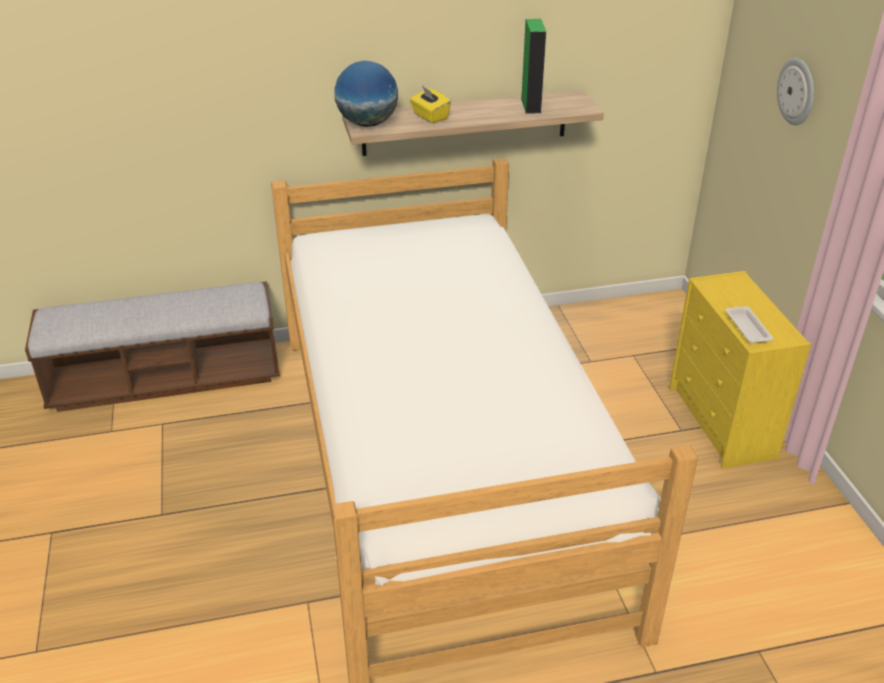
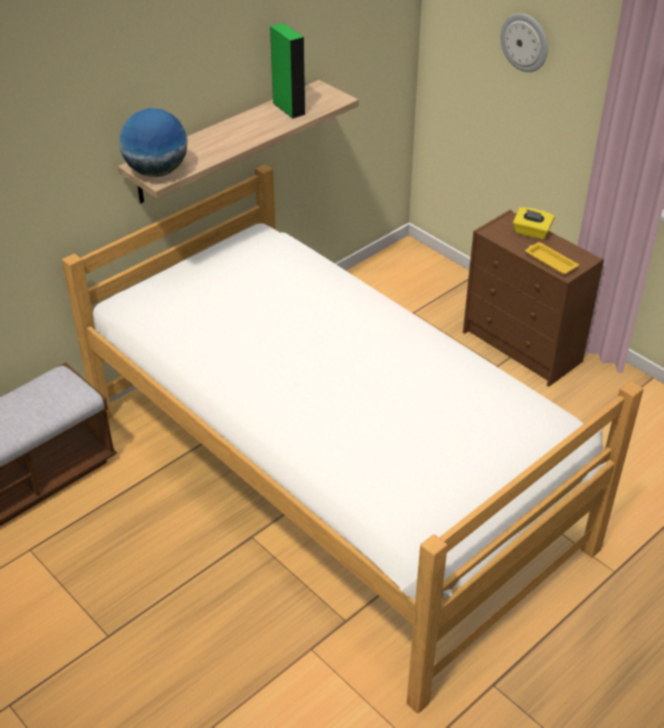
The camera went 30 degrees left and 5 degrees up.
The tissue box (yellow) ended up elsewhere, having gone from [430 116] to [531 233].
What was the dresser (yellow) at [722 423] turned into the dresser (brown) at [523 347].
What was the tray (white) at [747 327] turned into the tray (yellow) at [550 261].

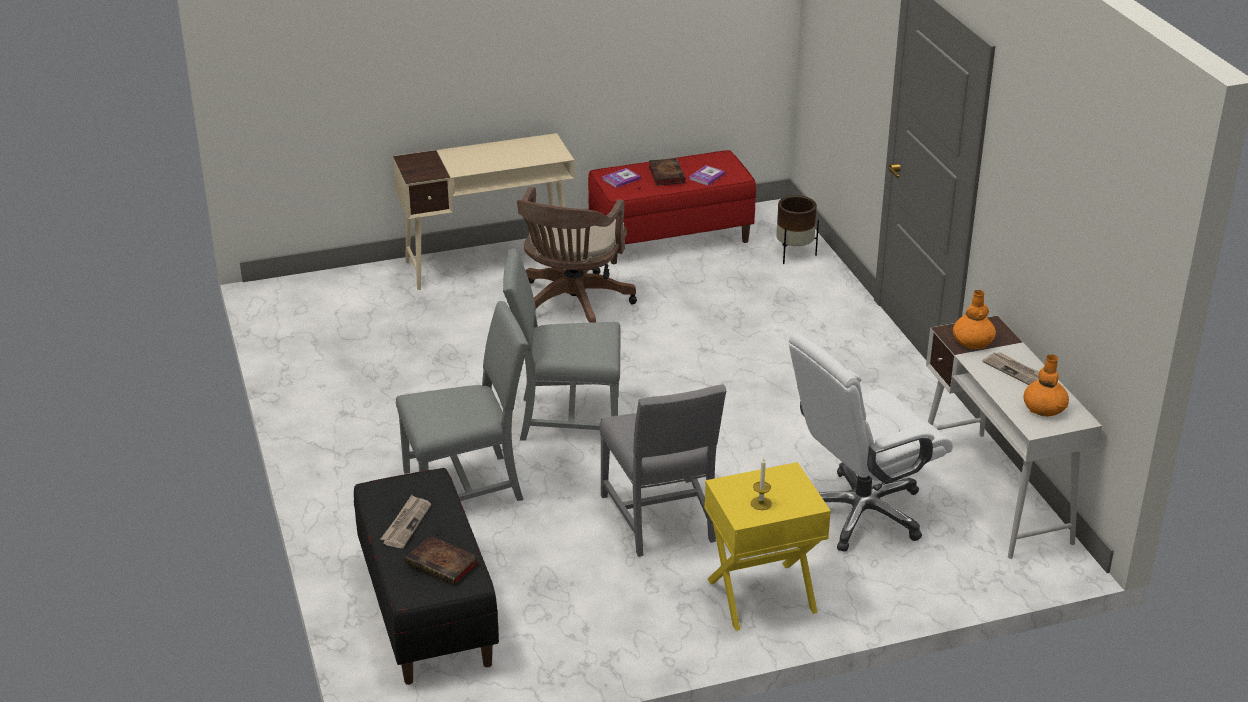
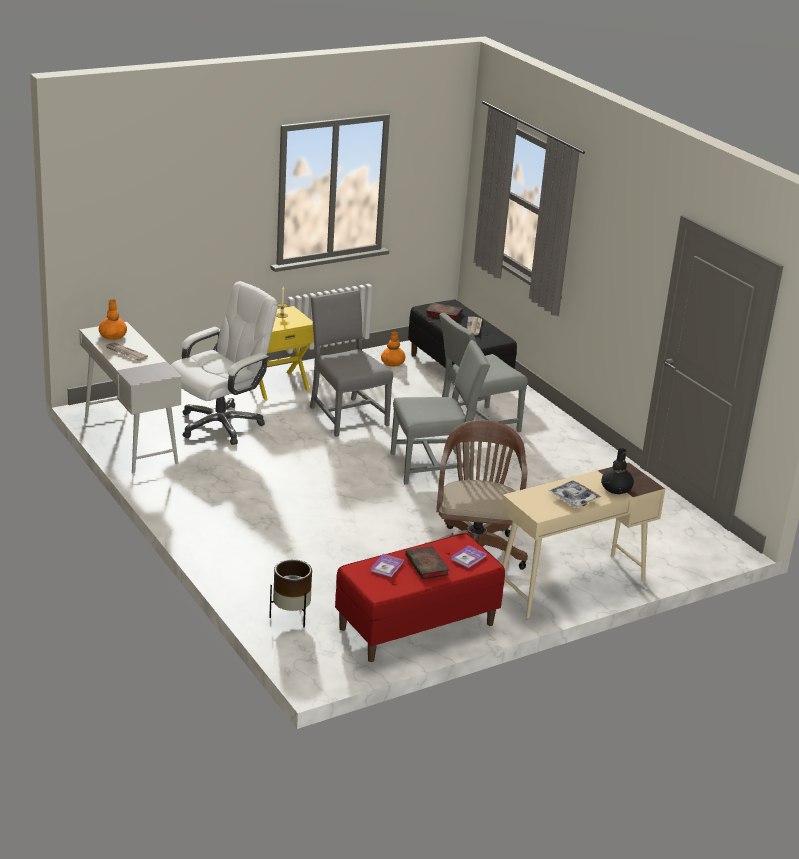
The camera went 165 degrees right and 5 degrees down.
The second view gained the tray at [573 498].
The second view gained the vase (black) at [616 488].
The vase (orange) ended up elsewhere, having gone from [972 341] to [392 363].

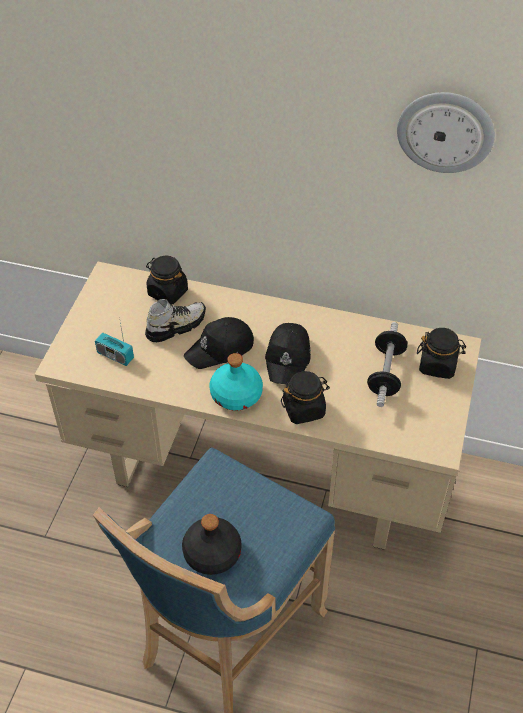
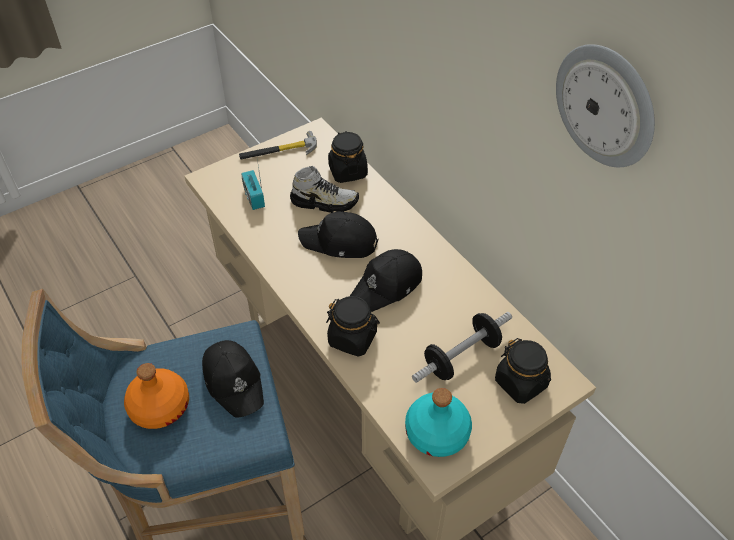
The camera went 40 degrees right and 0 degrees up.
The second view gained the cap (black) at [234 381].
The second view gained the hammer at [278 151].
The bottle (turquoise) ended up elsewhere, having gone from [236 395] to [436 433].
What was the bottle (black) at [211 553] turned into the bottle (orange) at [159 406].

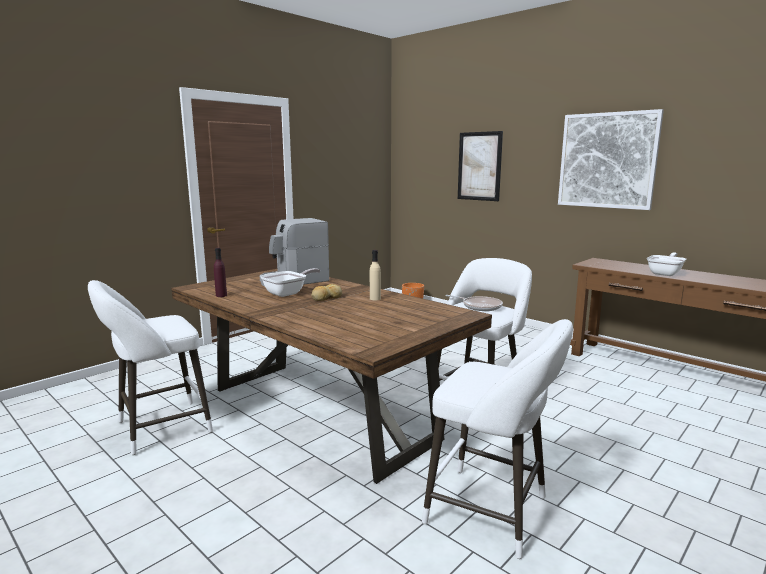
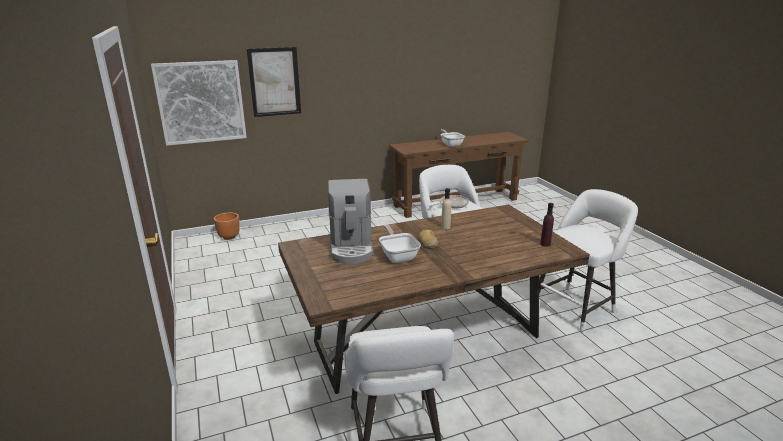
The camera went 65 degrees left and 10 degrees up.
The bottle (purple) ended up elsewhere, having gone from [221 295] to [545 244].
The picture ended up elsewhere, having gone from [607 160] to [201 102].

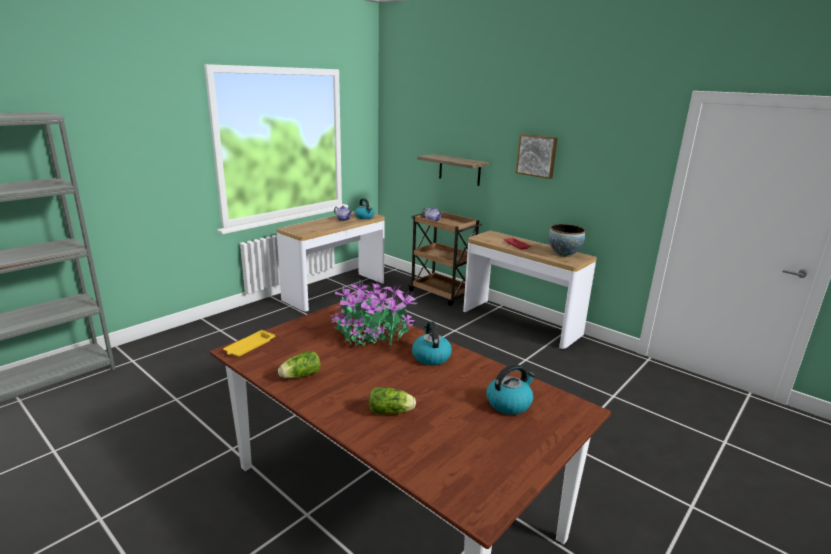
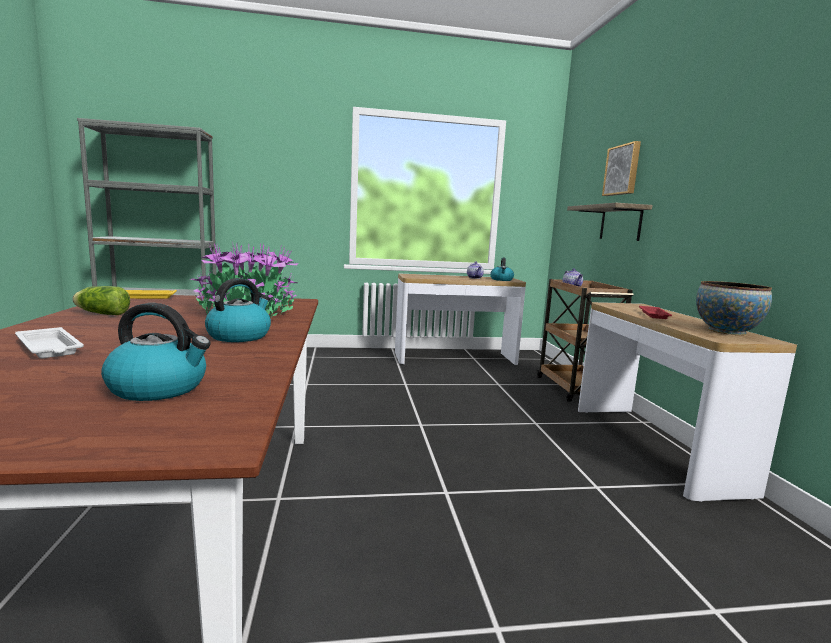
The camera went 40 degrees right and 10 degrees down.
The picture ended up elsewhere, having gone from [537 155] to [622 170].
Where the lettuce stood at [392 411], the tray (white) came to stand at [49 348].

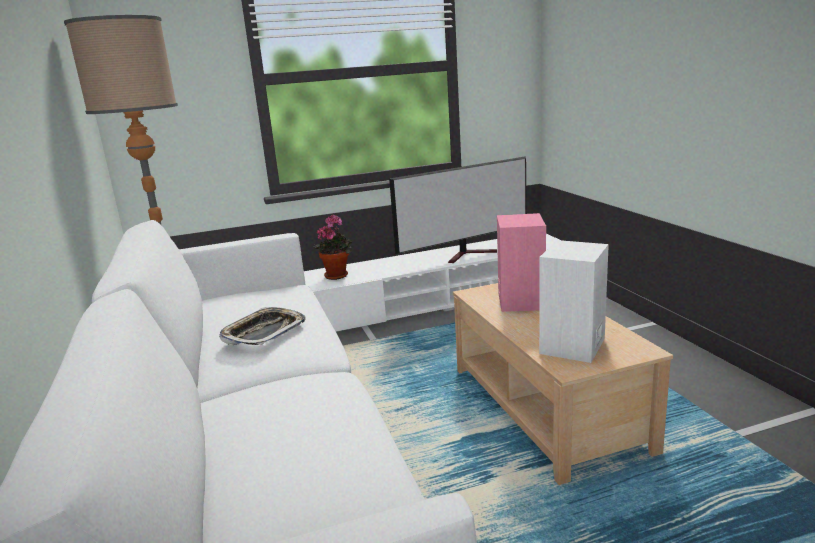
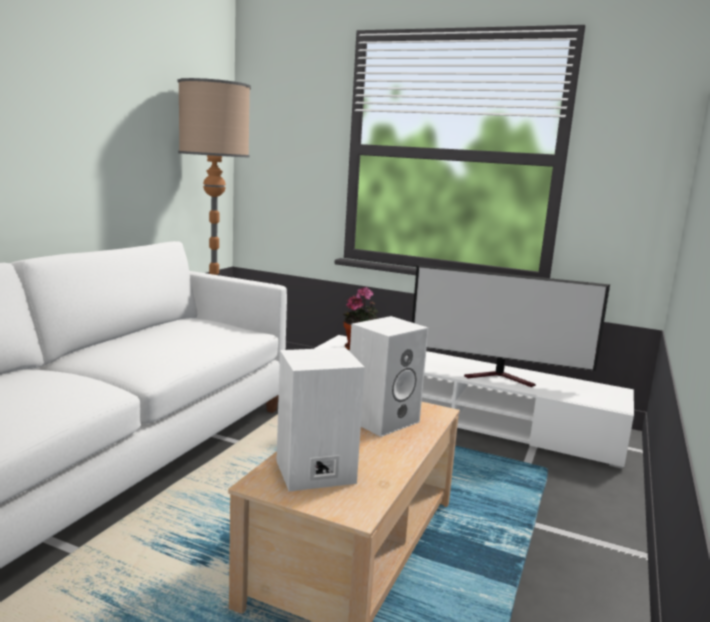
The camera went 40 degrees right and 5 degrees down.
The second view lost the tray at [264 332].
What was the speaker (pink) at [519 301] turned into the speaker (white) at [382 419].

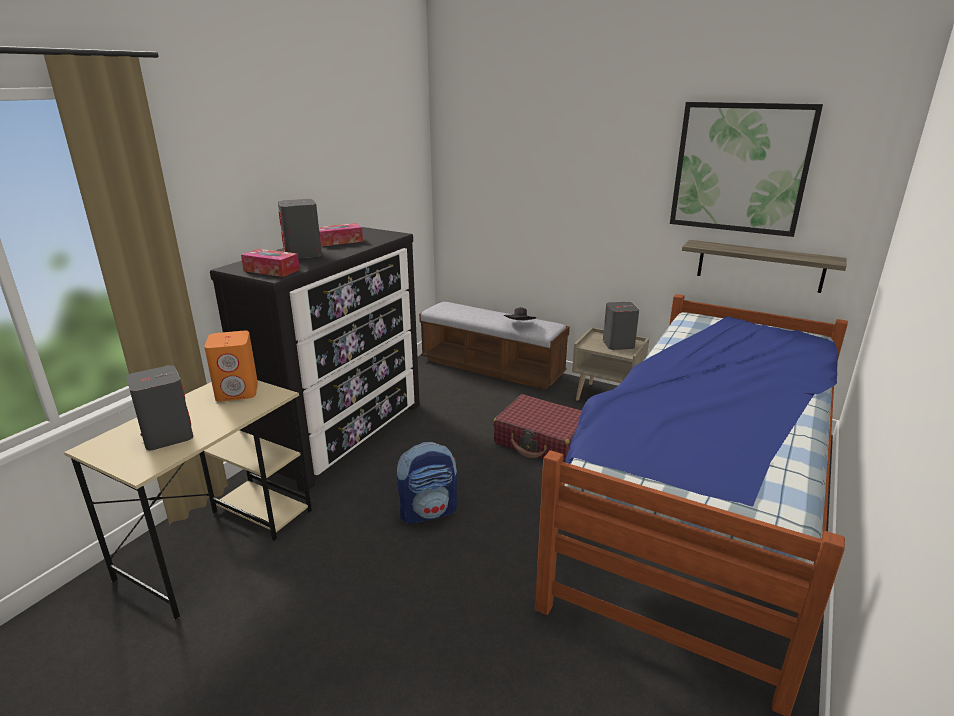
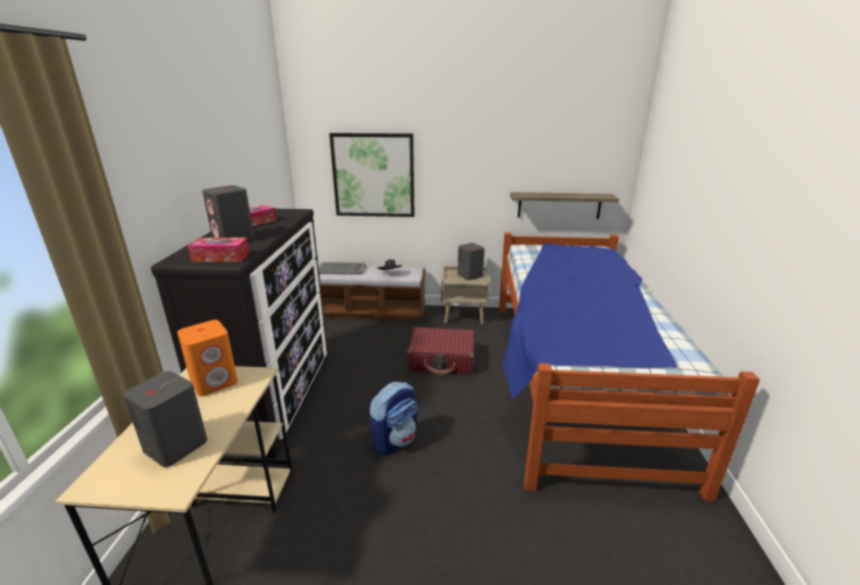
The camera went 25 degrees left and 0 degrees up.
The second view gained the tray (grey) at [341 269].
The picture ended up elsewhere, having gone from [740 168] to [373 175].

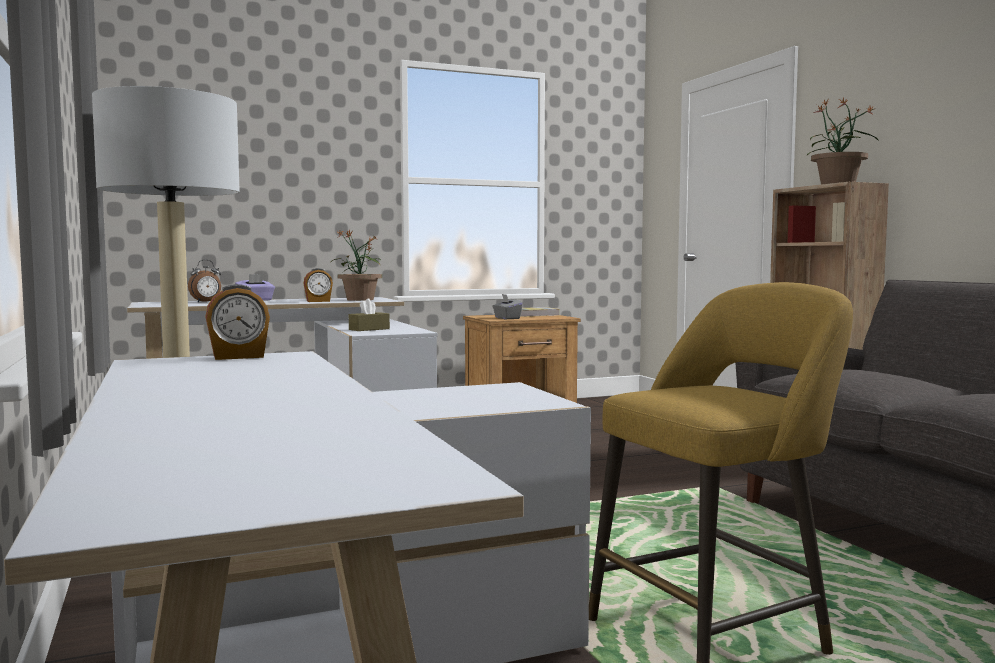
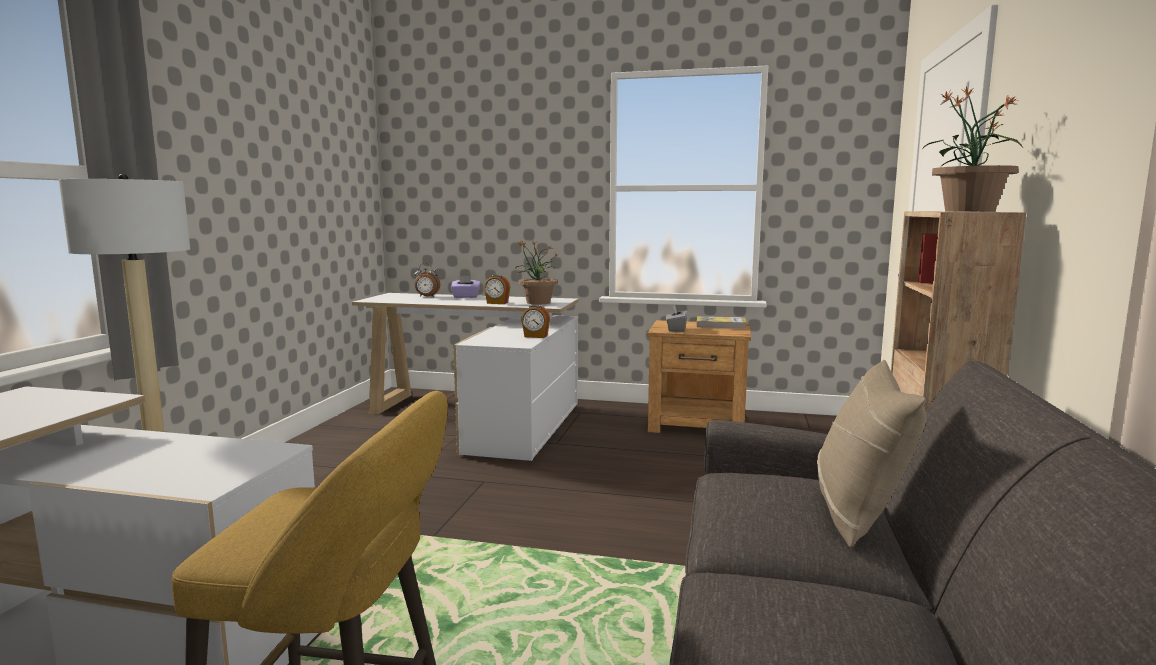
The camera went 35 degrees right and 5 degrees up.
The second view lost the tissue box (brown) at [369 329].
The second view gained the pillow (beige) at [858 512].
The alarm clock ended up elsewhere, having gone from [238 357] to [535 336].

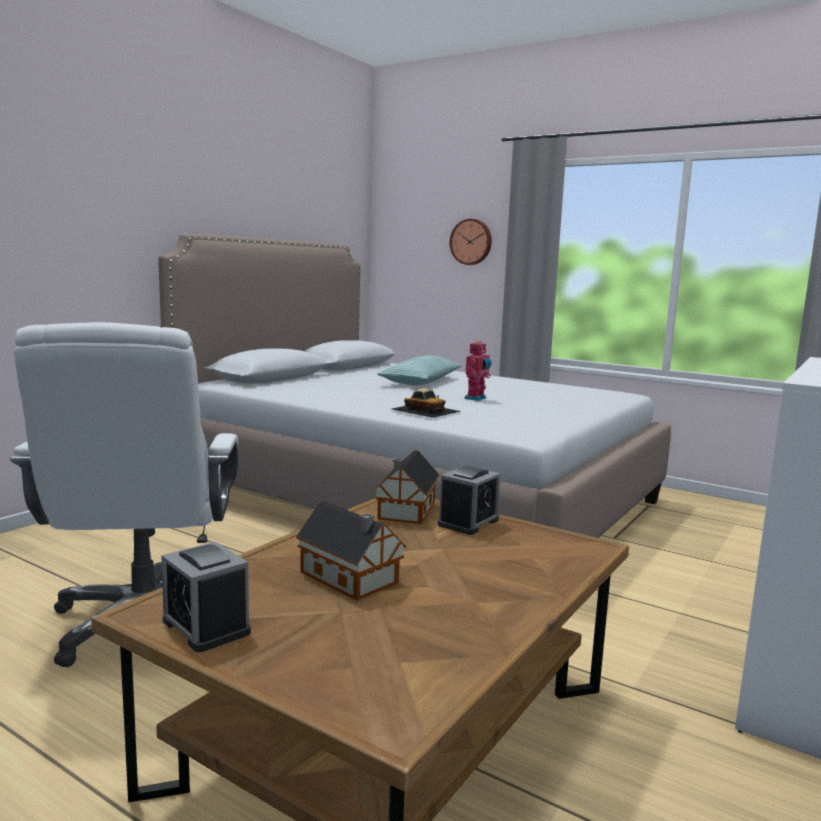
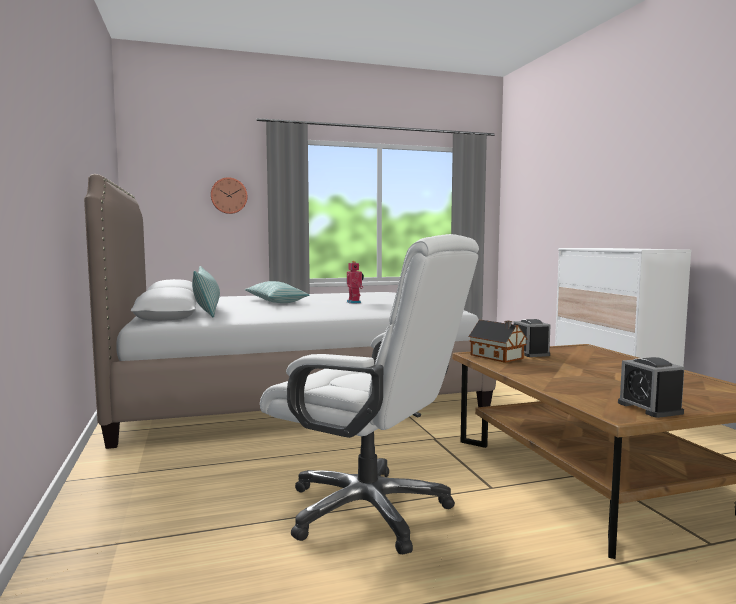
The camera went 50 degrees left and 5 degrees down.
The second view lost the toy house at [351 579].
The second view lost the toy car at [425 410].
The second view gained the pillow at [207 311].
The alarm clock at [206 627] ended up facing another way, 75 degrees clockwise from before.

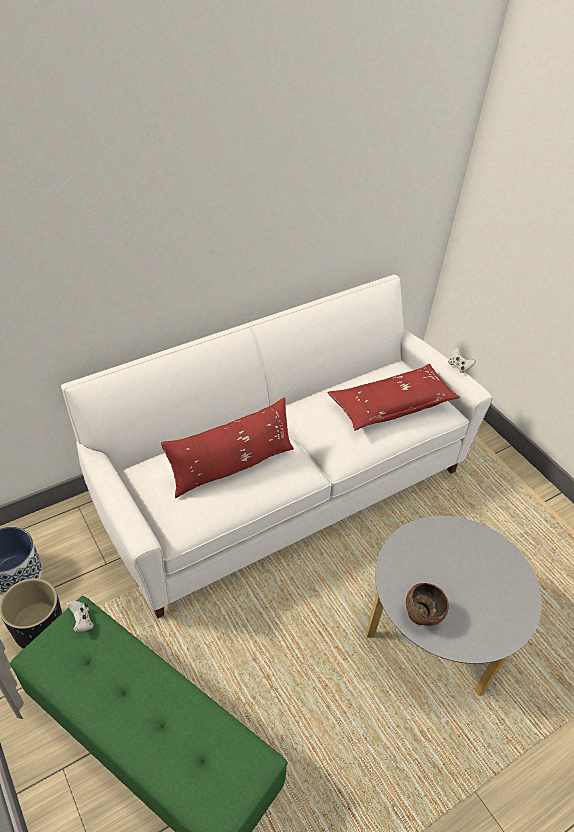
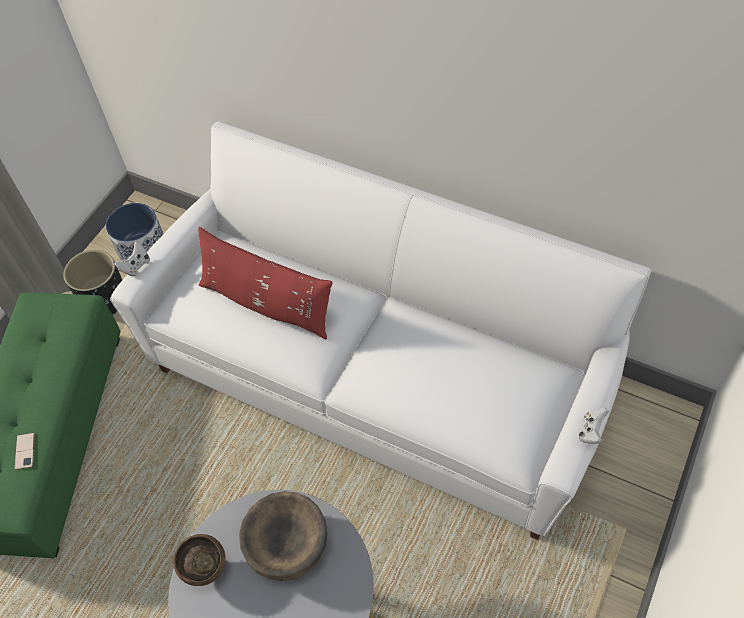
The camera went 65 degrees right and 10 degrees up.
The second view lost the pillow (red) at [391 405].
The second view gained the phone at [25 451].
The second view gained the bowl (brown) at [287 544].
The game controller (white) ended up elsewhere, having gone from [82 621] to [136 266].

